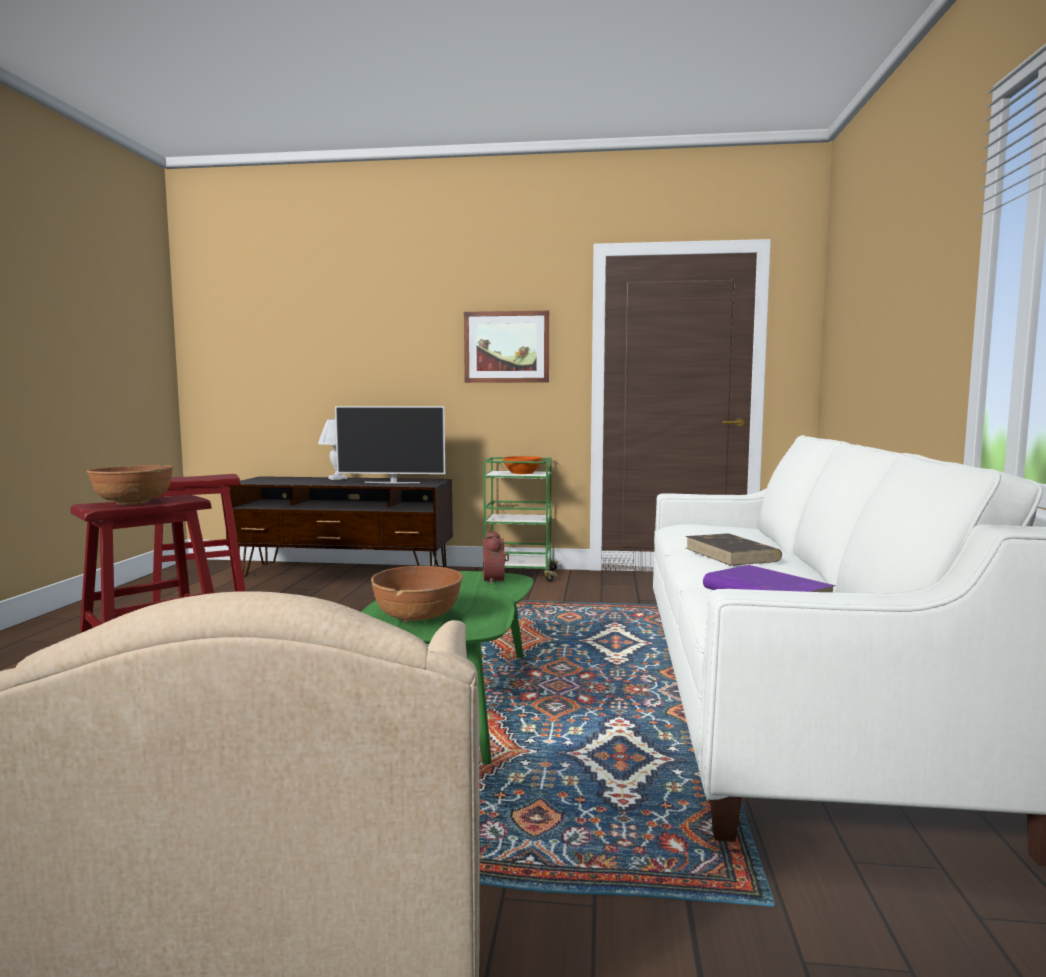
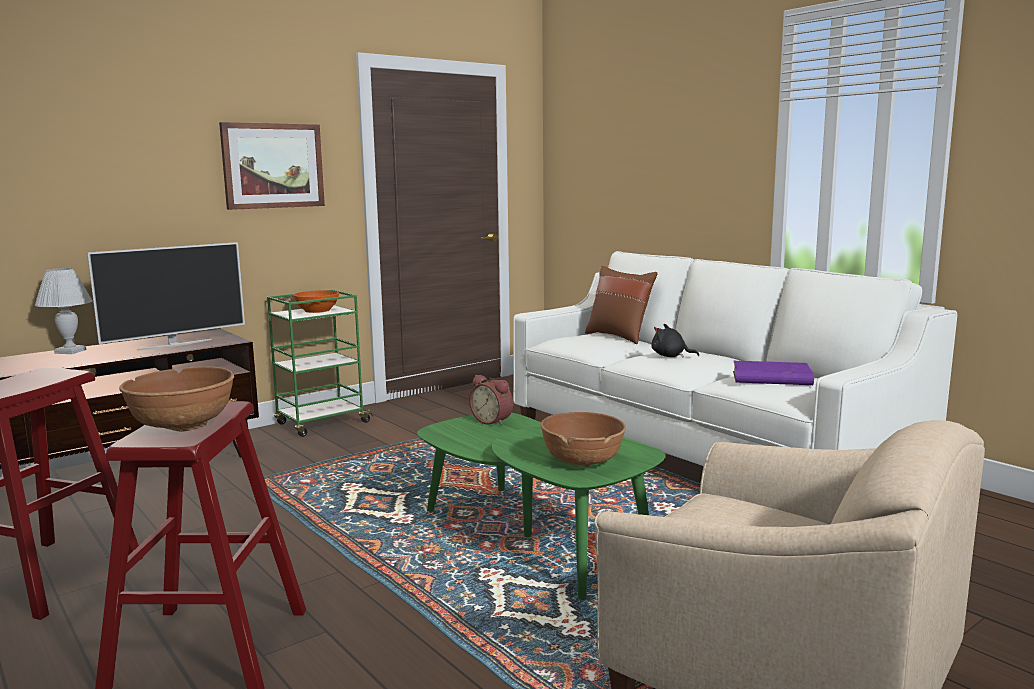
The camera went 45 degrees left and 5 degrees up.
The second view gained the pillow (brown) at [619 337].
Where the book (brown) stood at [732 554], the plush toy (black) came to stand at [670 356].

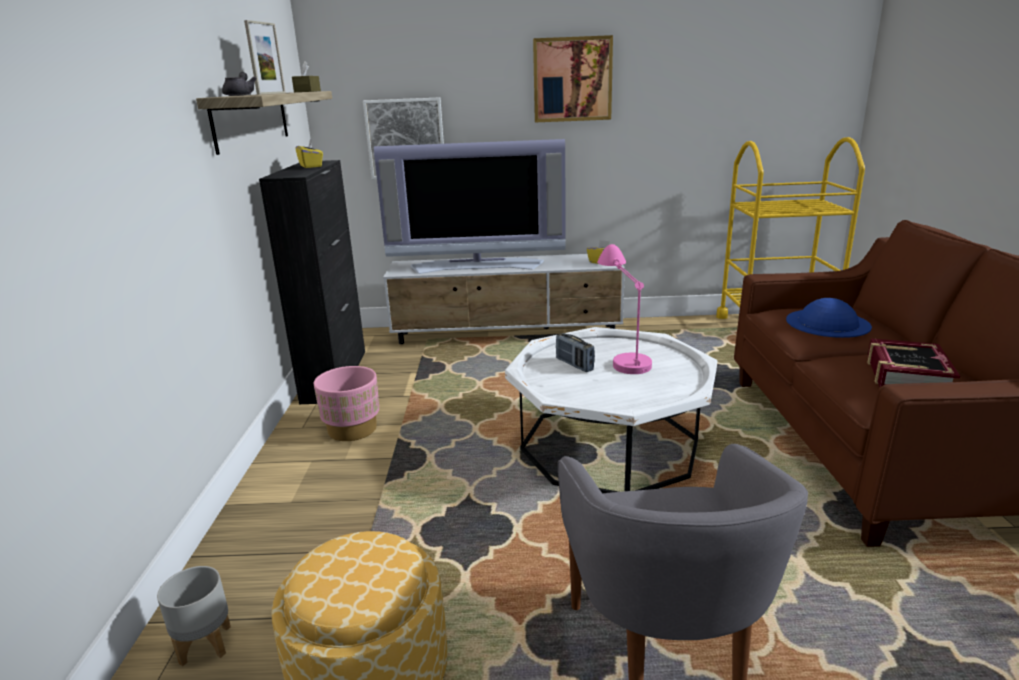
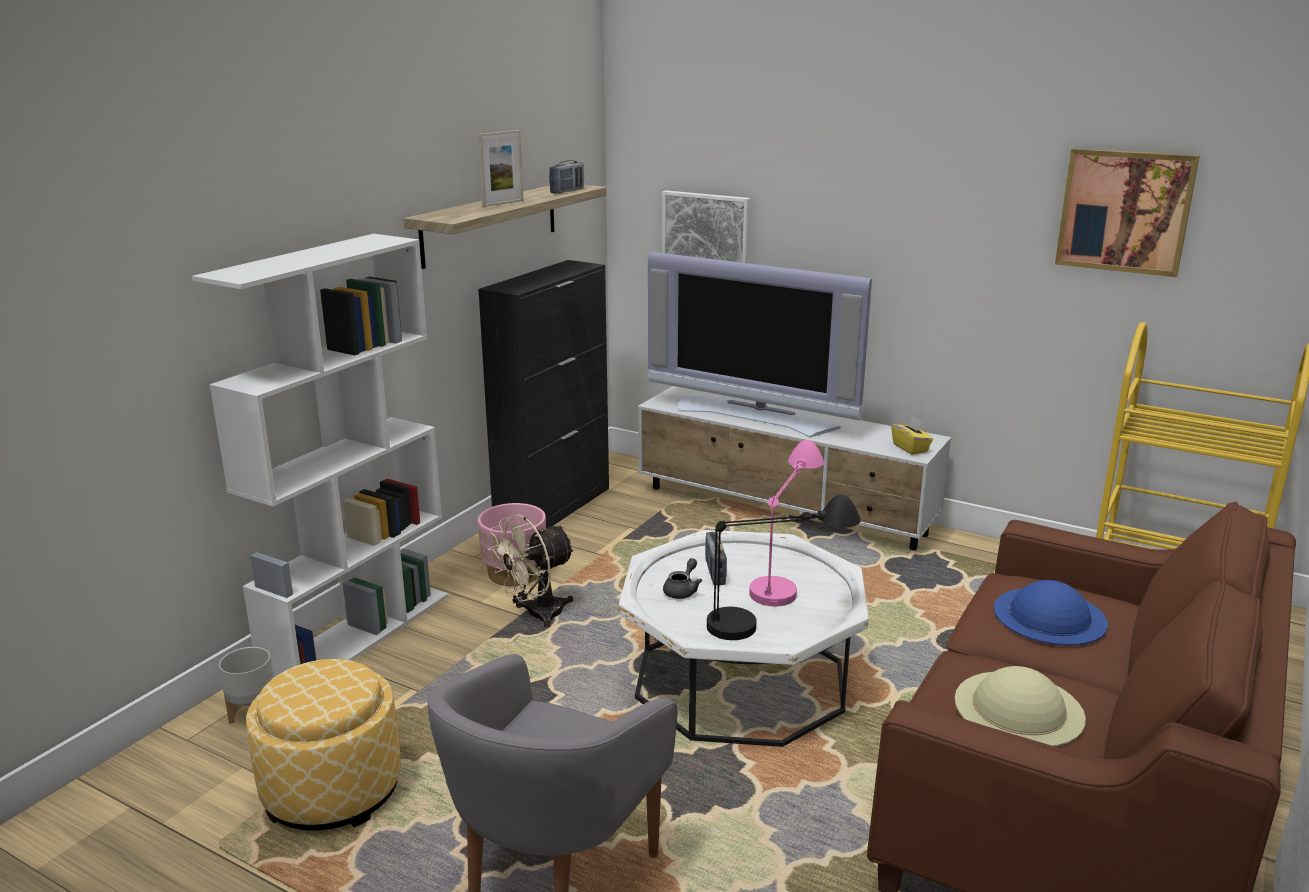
The camera went 30 degrees right and 0 degrees up.
The second view lost the tissue box (yellow) at [311 166].
The second view gained the bookcase (white) at [359 633].
The second view gained the fan (beige) at [536 615].
The second view gained the table lamp (black) at [774 622].
The teapot (grey) ended up elsewhere, having gone from [240 95] to [682 590].
The picture ended up elsewhere, having gone from [572 79] to [1124 211].
Where the tissue box (brown) stood at [307 91], the radio came to stand at [567 191].
Where the book stood at [906 375], the hat (beige) came to stand at [1018 708].

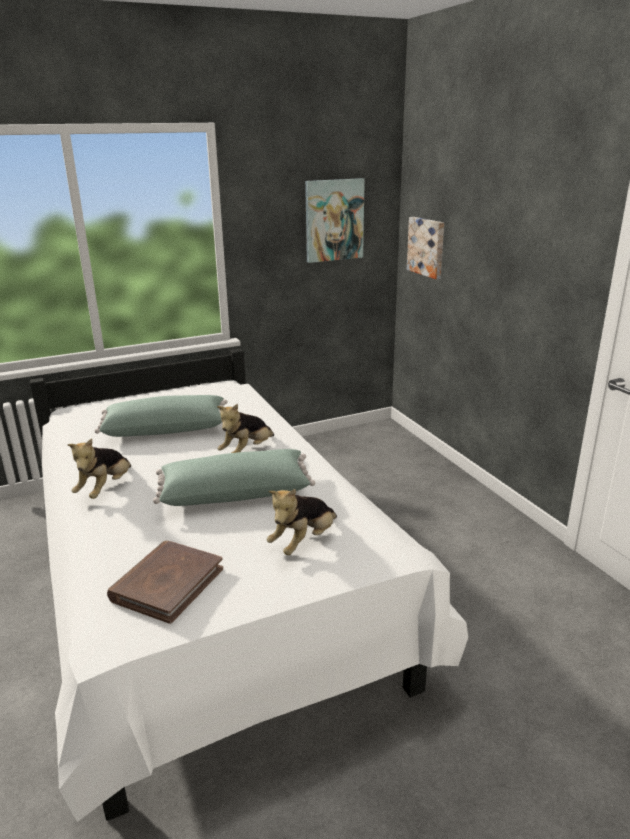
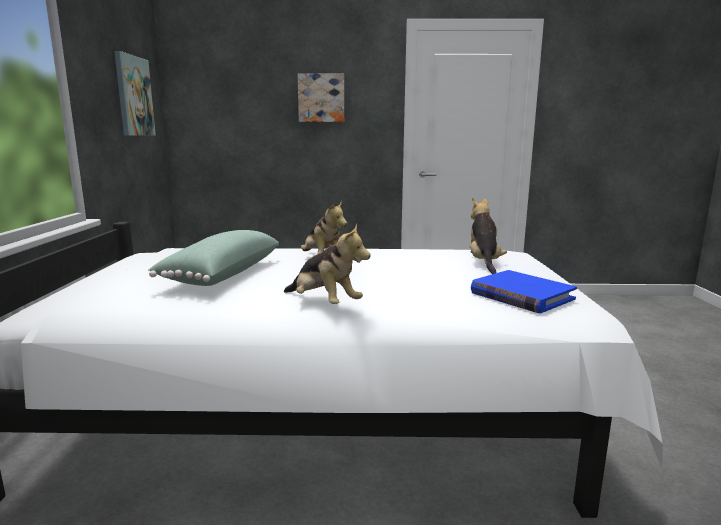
The camera went 65 degrees left and 10 degrees down.
The second view lost the pillow (green) at [235 492].
The picture ended up elsewhere, having gone from [427 247] to [321 98].
What was the book (brown) at [167 584] turned into the book (blue) at [521 296].
The plush toy at [303 542] ended up facing another way, 150 degrees counterclockwise from before.

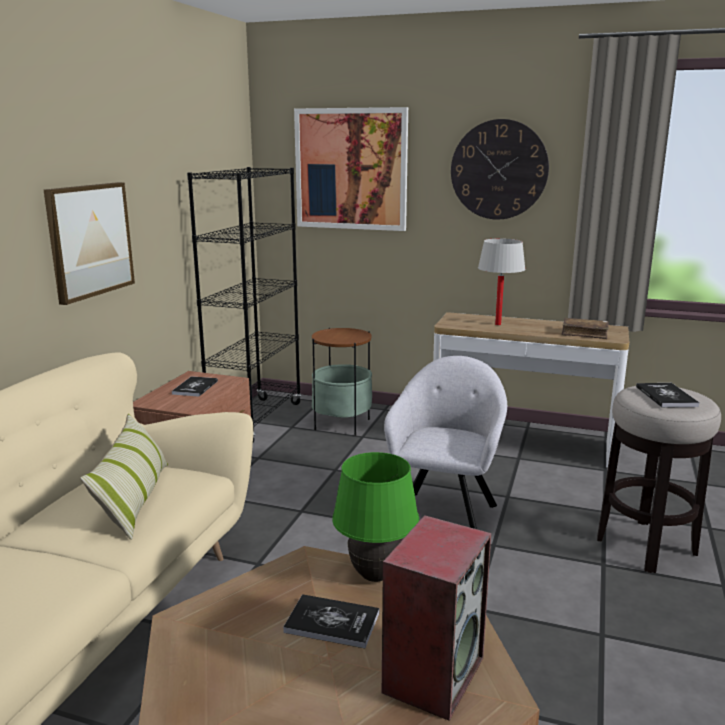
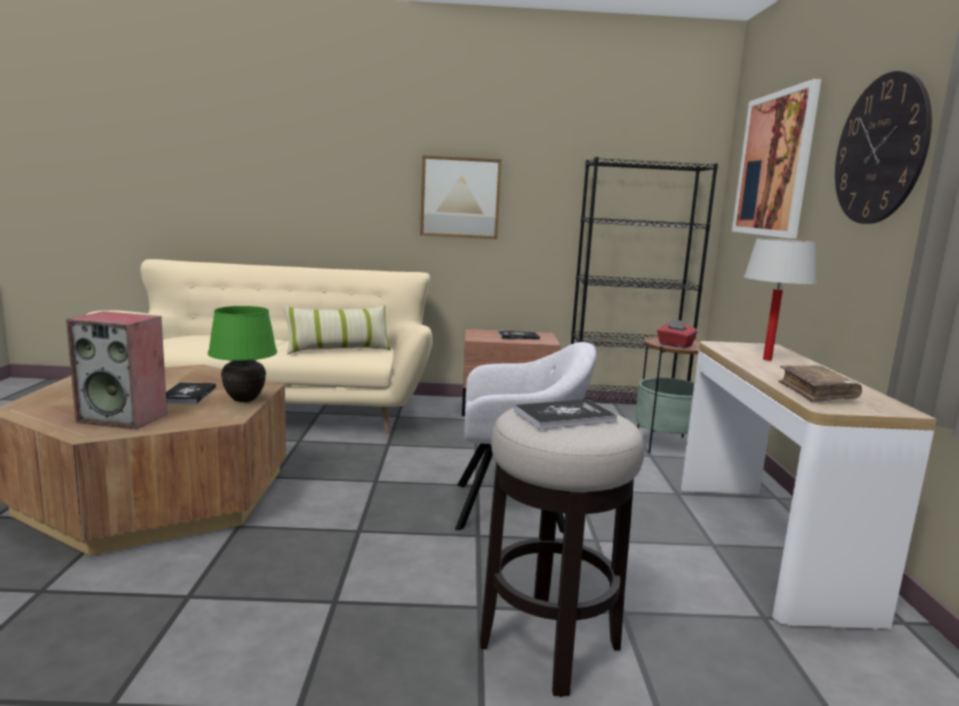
The camera went 70 degrees right and 5 degrees down.
The second view gained the tissue box (red) at [675 345].

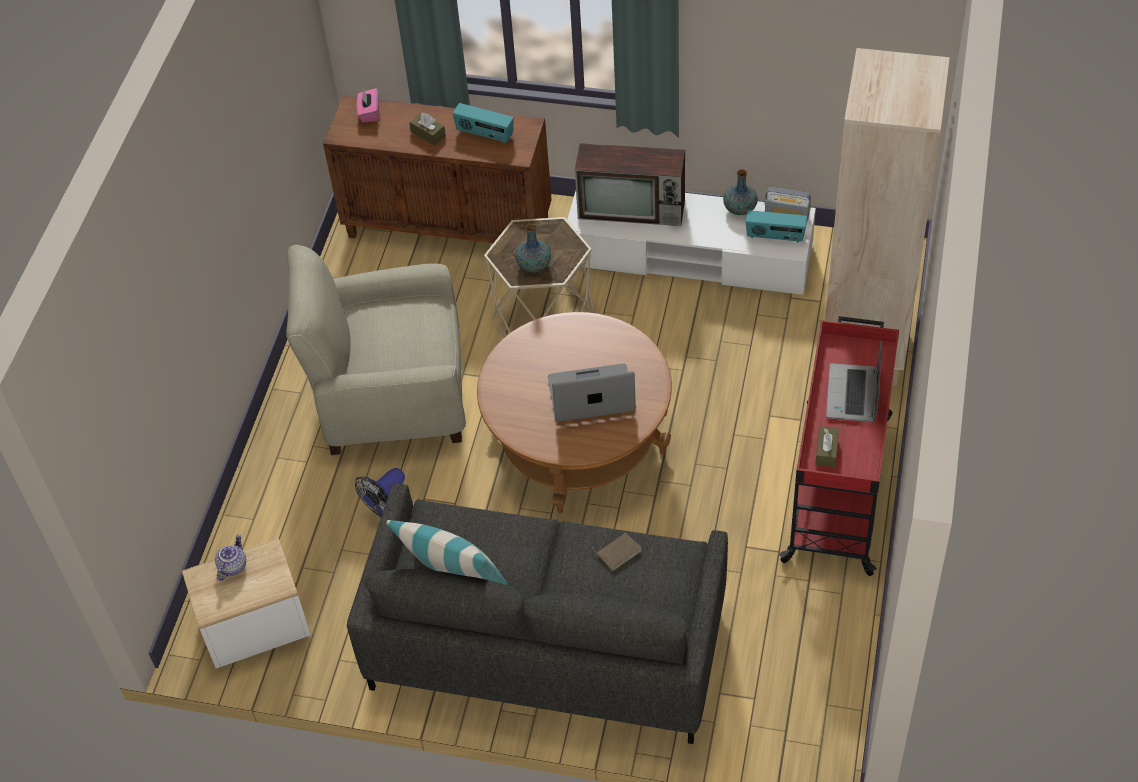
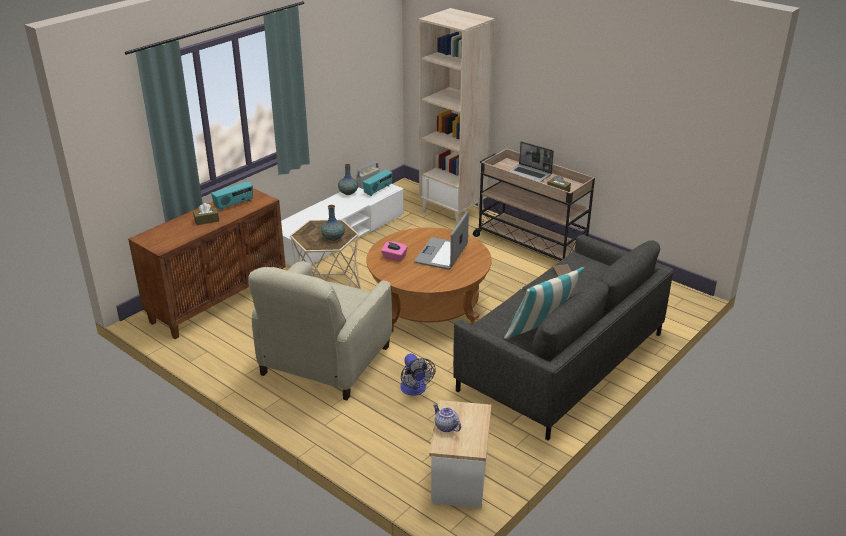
The camera went 65 degrees left and 20 degrees down.
The second view lost the television at [633 208].
The tissue box (pink) ended up elsewhere, having gone from [369 113] to [394 257].
What was the cart (red) at [838 486] turned into the cart (beige) at [530 244].

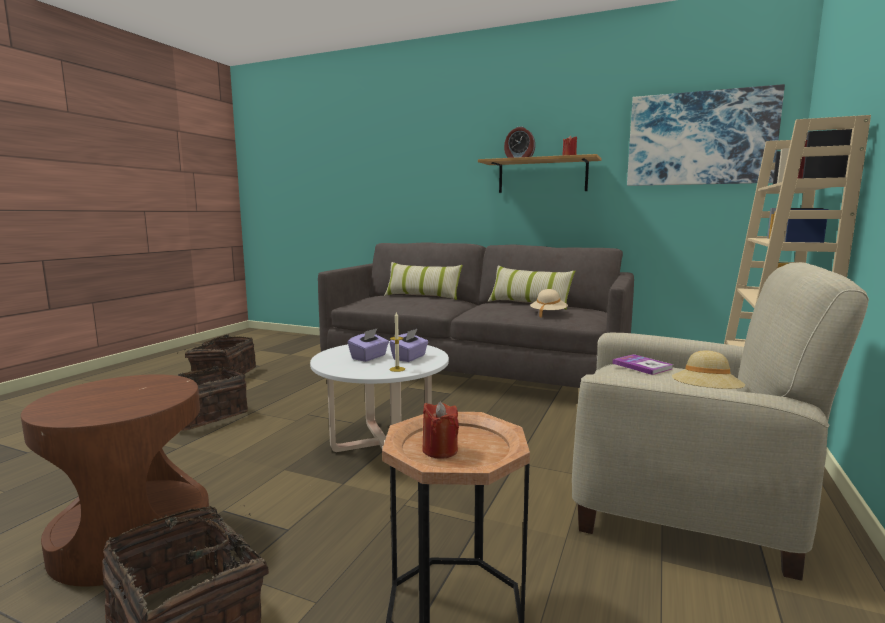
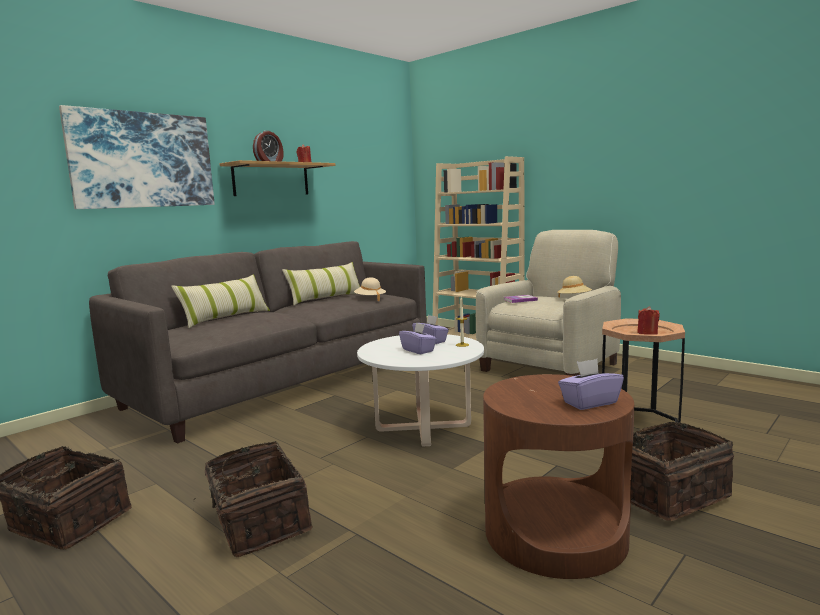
The camera went 70 degrees left and 0 degrees up.
The second view gained the tissue box (purple) at [589 402].
The picture ended up elsewhere, having gone from [700 139] to [143 160].

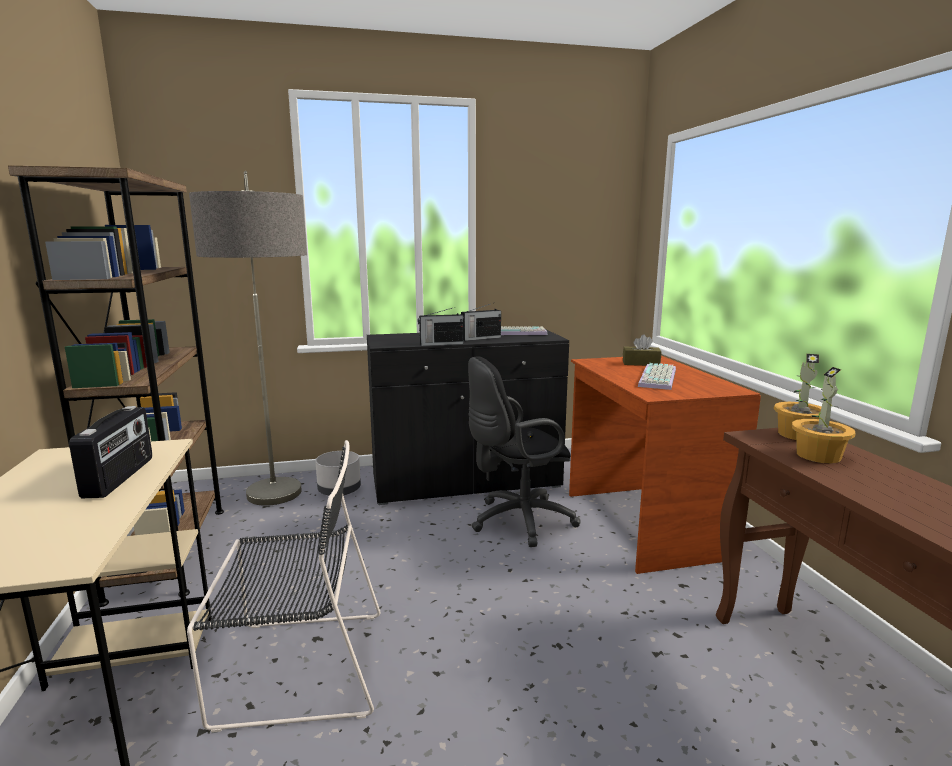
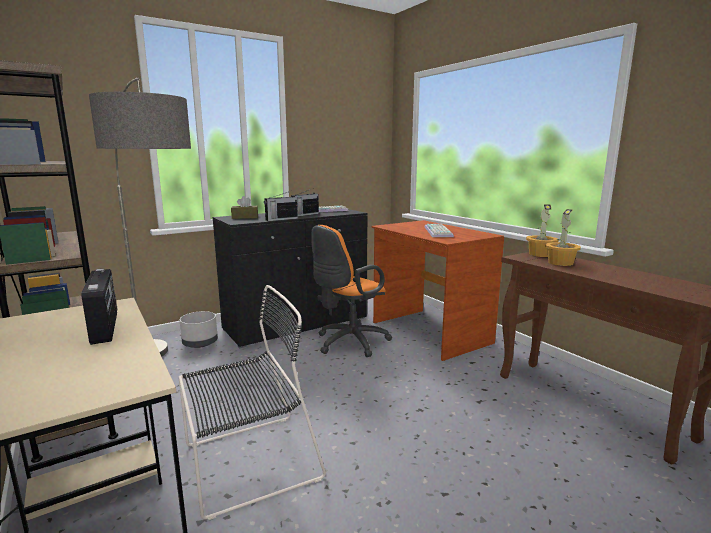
The camera went 20 degrees left and 0 degrees up.
The tissue box (brown) ended up elsewhere, having gone from [641 363] to [245 217].
What was the office chair (black) at [517 521] turned into the office chair (orange) at [348 343].

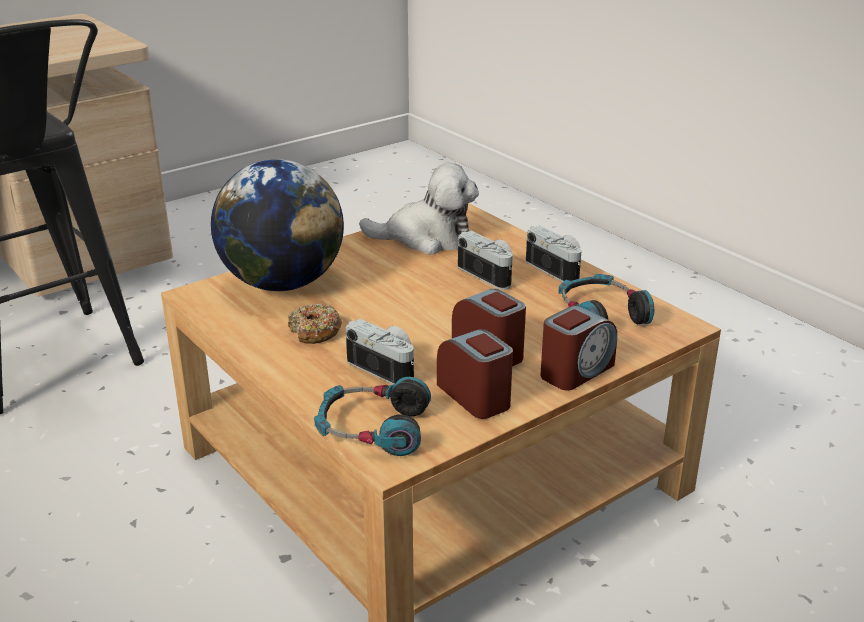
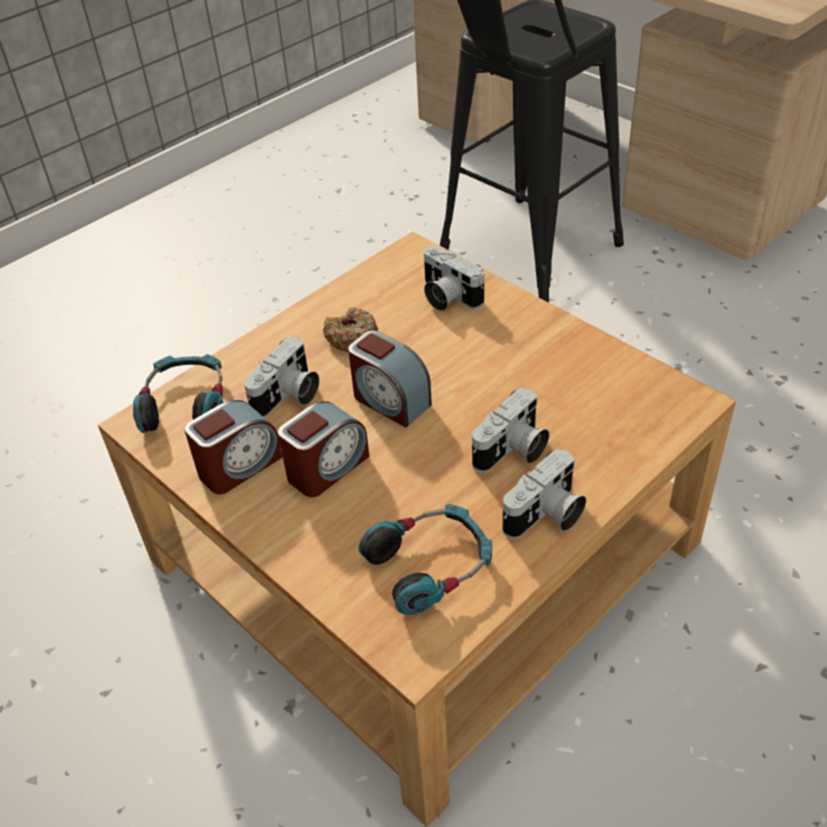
The camera went 85 degrees right and 15 degrees up.
The second view lost the plush toy at [426 238].
The alarm clock ended up elsewhere, having gone from [576 371] to [390 401].
Where the globe stood at [282 283], the photo camera came to stand at [447 297].

